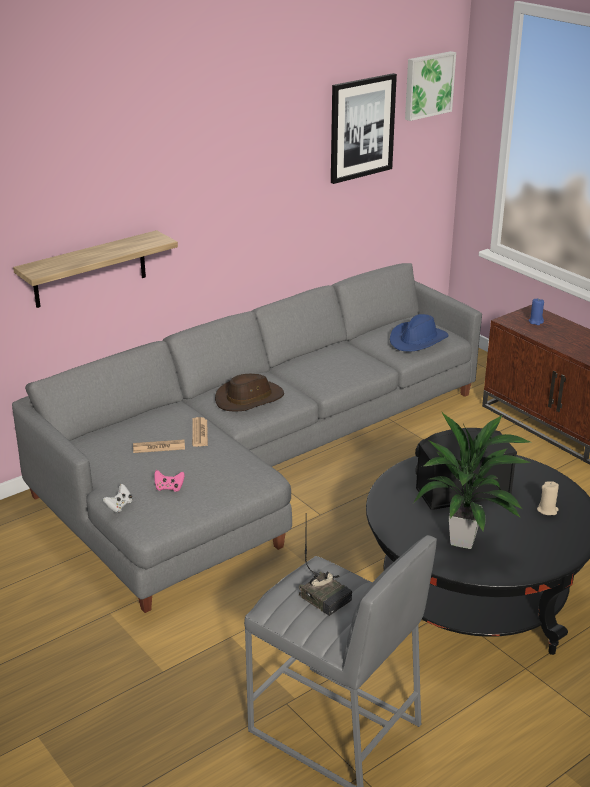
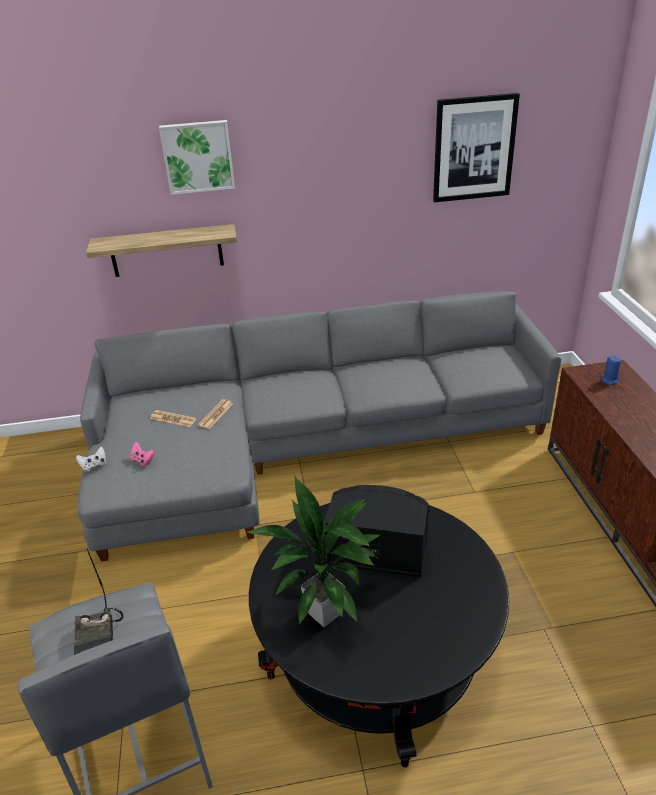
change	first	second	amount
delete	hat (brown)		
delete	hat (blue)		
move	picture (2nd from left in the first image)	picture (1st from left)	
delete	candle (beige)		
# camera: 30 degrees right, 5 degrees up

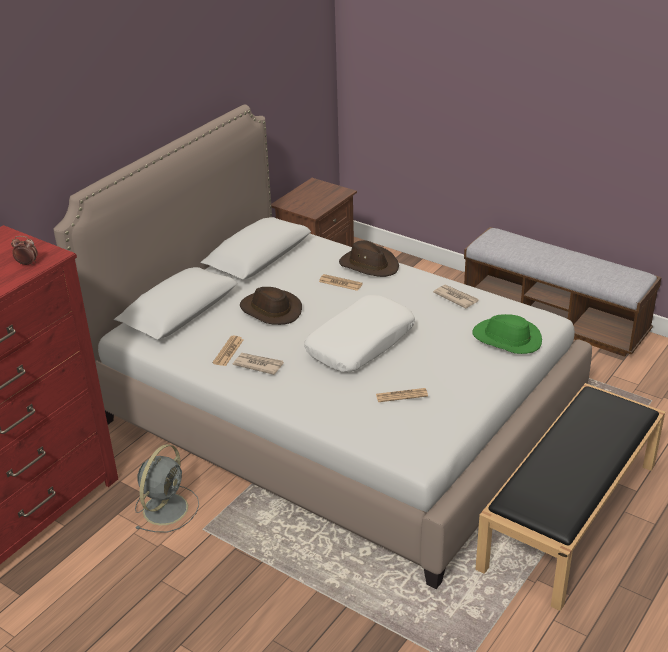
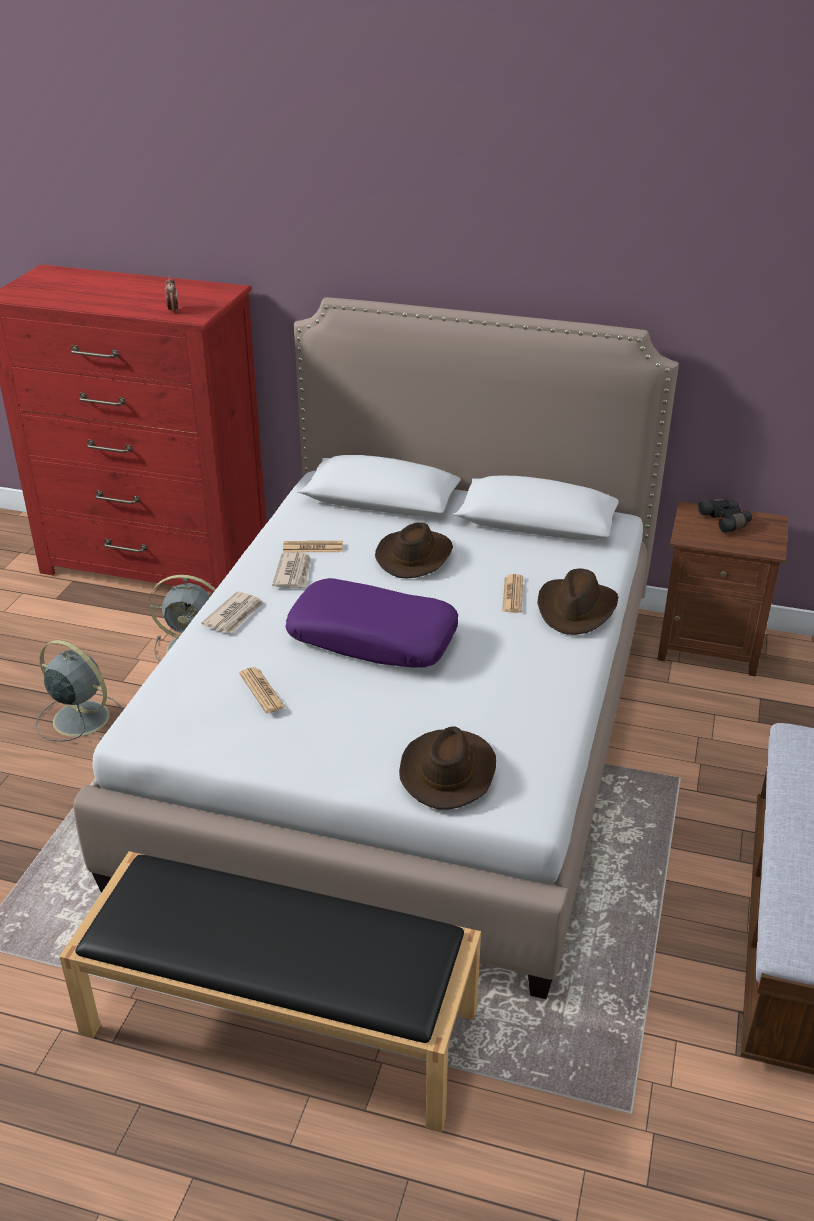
change	first	second	amount
recolor	pillow (white)	pillow (purple)	
move	newspaper (5th from left in the first image)	newspaper (1st from left)	
recolor	hat (green)	hat (brown) (2nd from left)	
insert		fan (grey) (1st from left)	
insert		binoculars (black)	
# camera: 70 degrees right, 0 degrees up

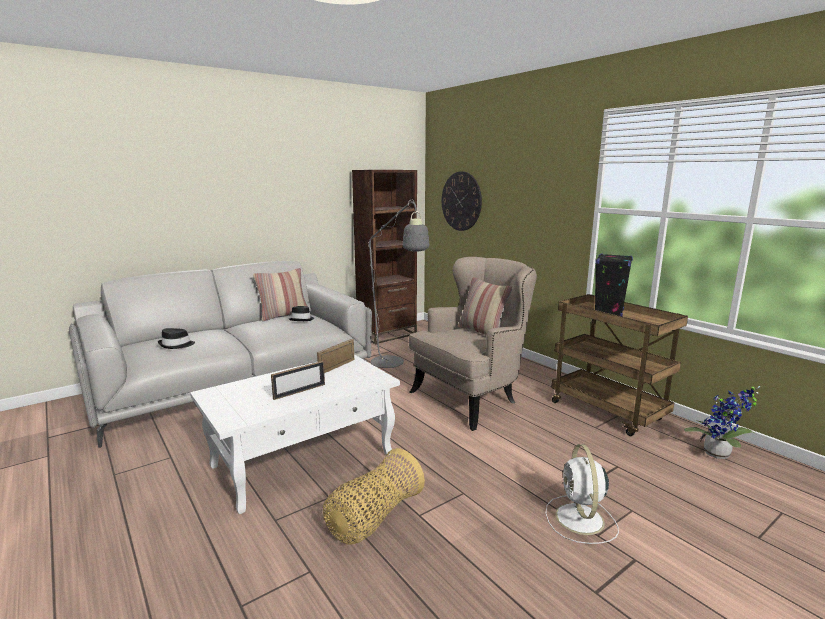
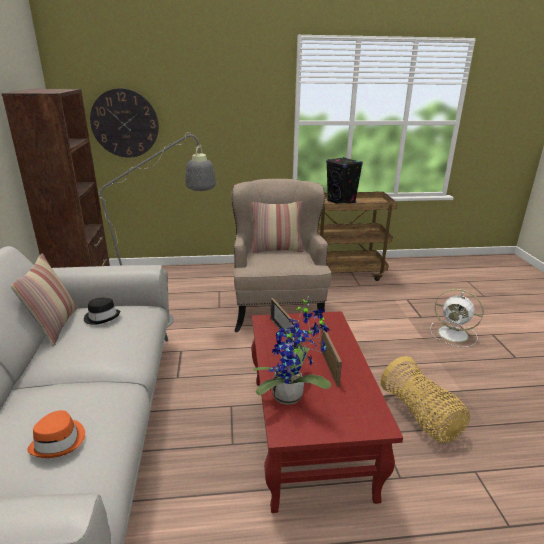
change	first	second	amount
recolor	hat (black) (1st from left)	hat (orange)	
recolor	coffee table (white)	coffee table (red)	
move	potted plant		
# camera: 60 degrees left, 10 degrees up

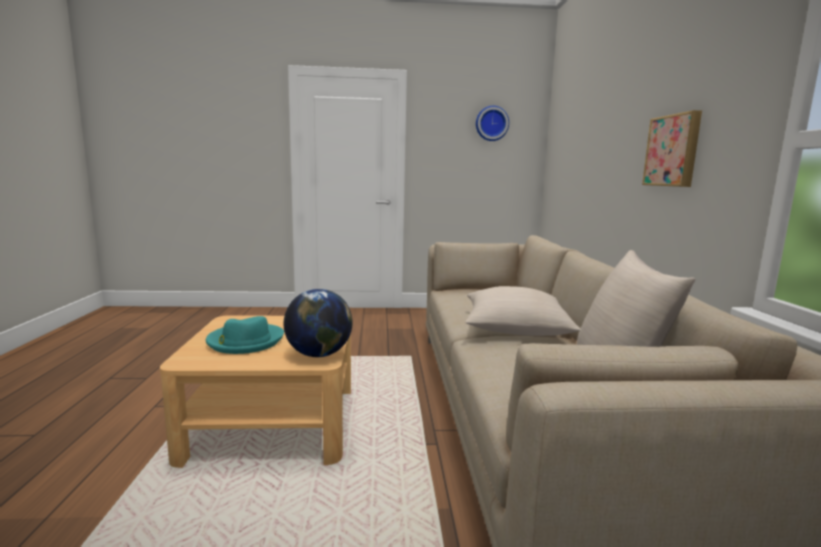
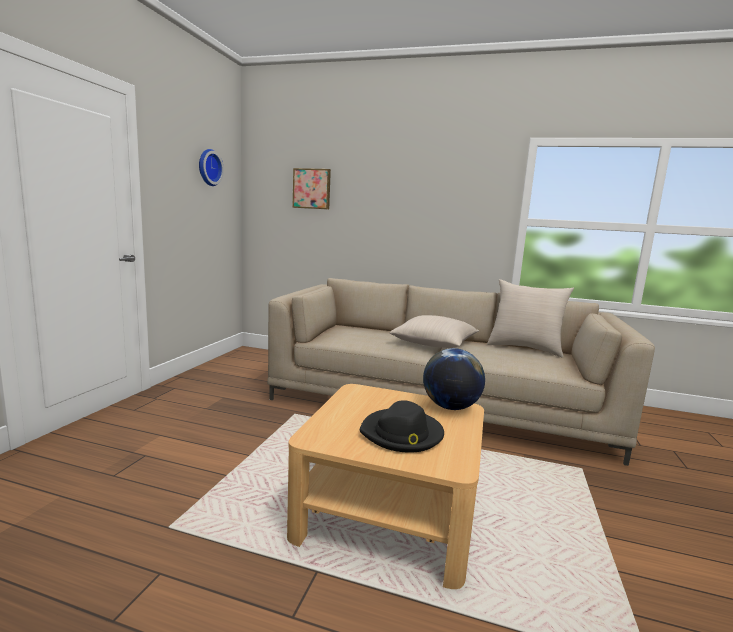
change	first	second	amount
recolor	hat (turquoise)	hat (black)	
move	picture		
# camera: 70 degrees left, 0 degrees up

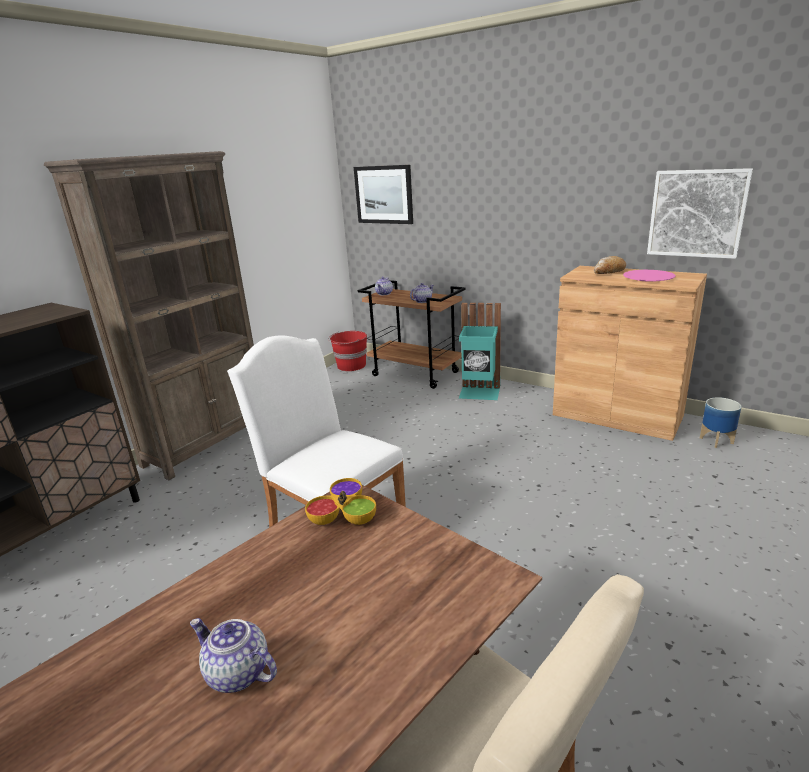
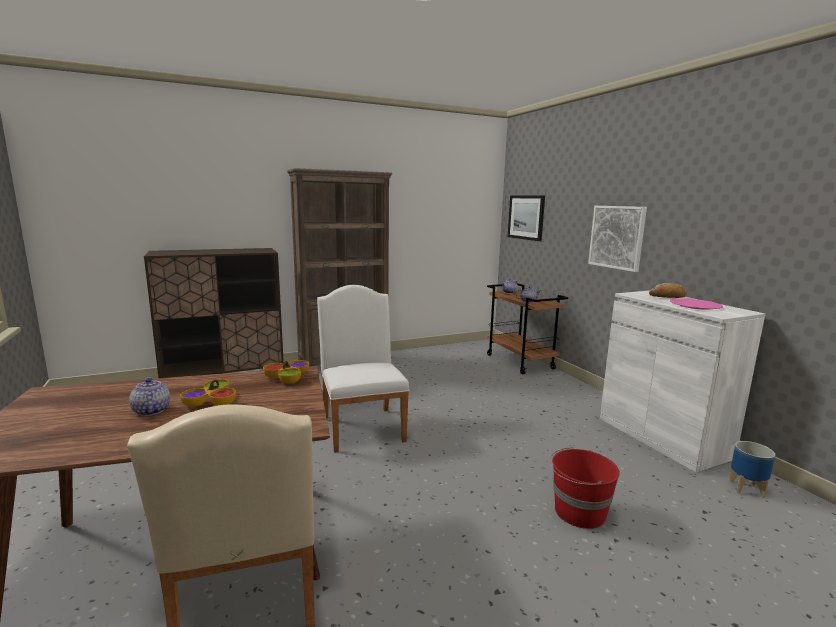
change	first	second	amount
move	bucket (red)		
delete	trash can (turquoise)		
recolor	cabinet (brown) (2nd from left)	cabinet (white)	
move	picture (2nd from left)		
insert		bowl (1st from left)	
# camera: 30 degrees right, 10 degrees down

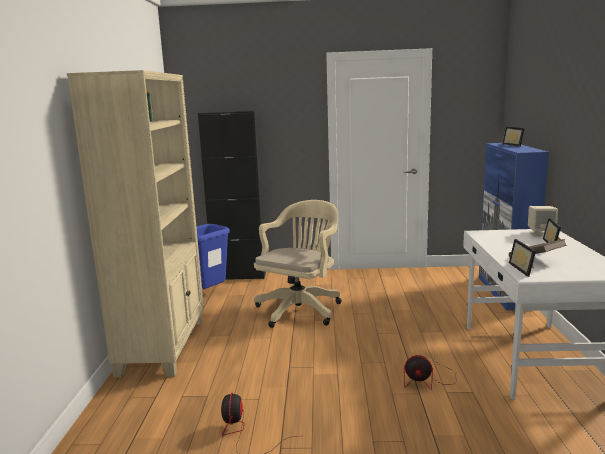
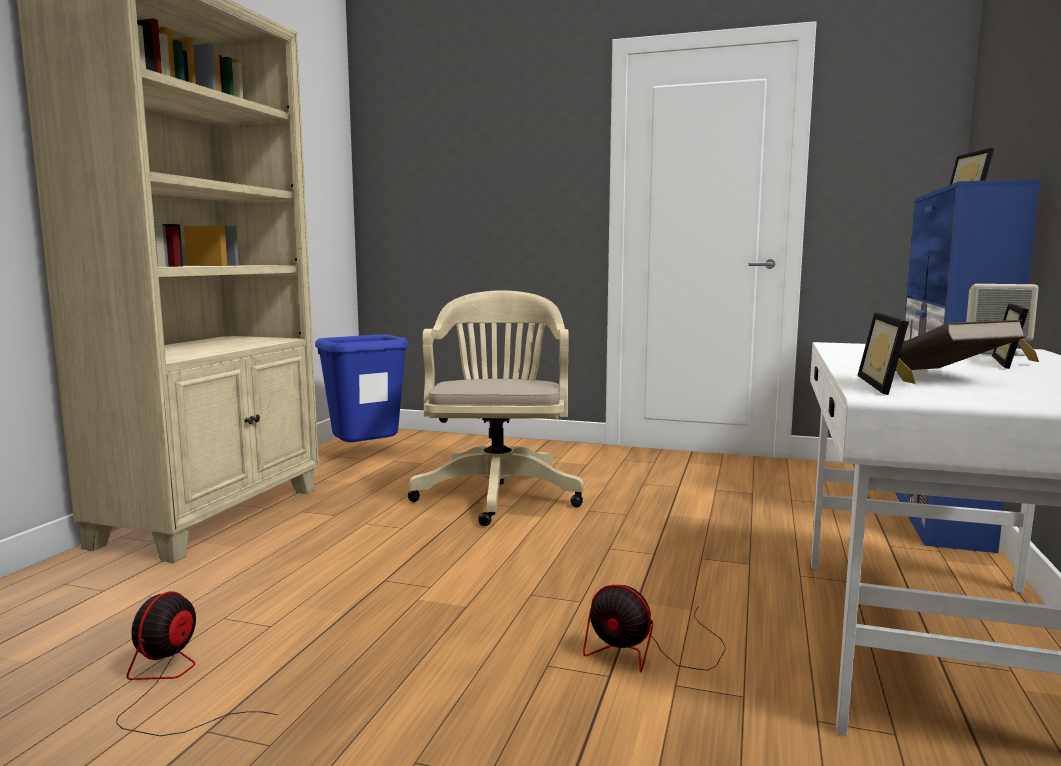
change	first	second	amount
delete	cabinet (black)		
rotate	office chair (beige)		45 degrees counterclockwise
# camera: 15 degrees right, 5 degrees down

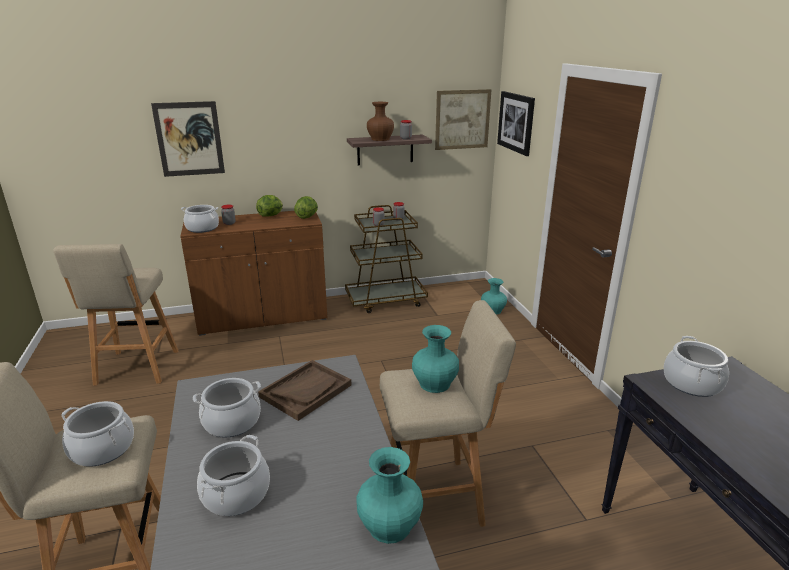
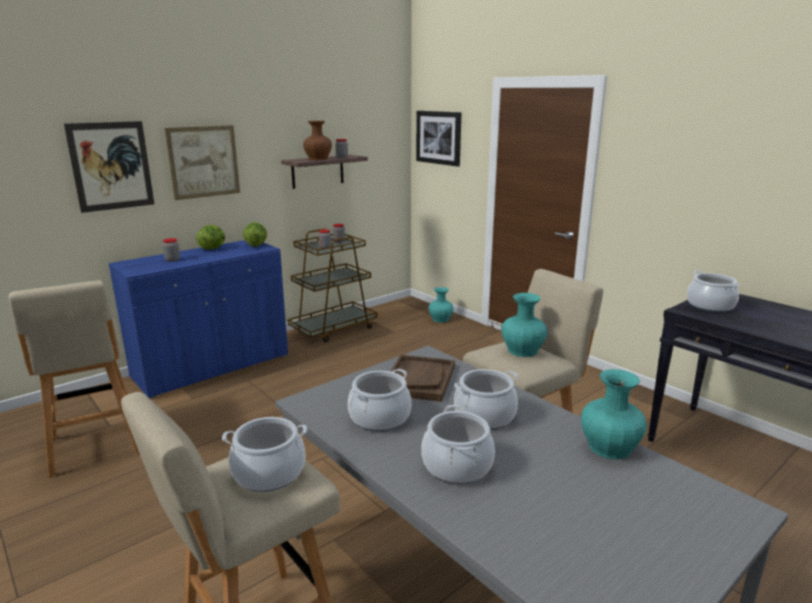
change	first	second	amount
recolor	cabinet (brown)	cabinet (blue)	
move	cooking pot (2nd from left in the first image)	cooking pot (4th from left)	
move	picture (2nd from left)		
# camera: 25 degrees left, 5 degrees down

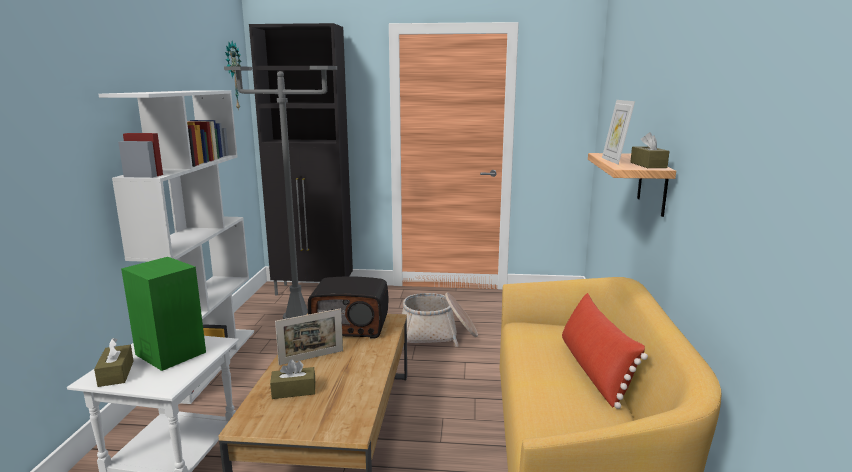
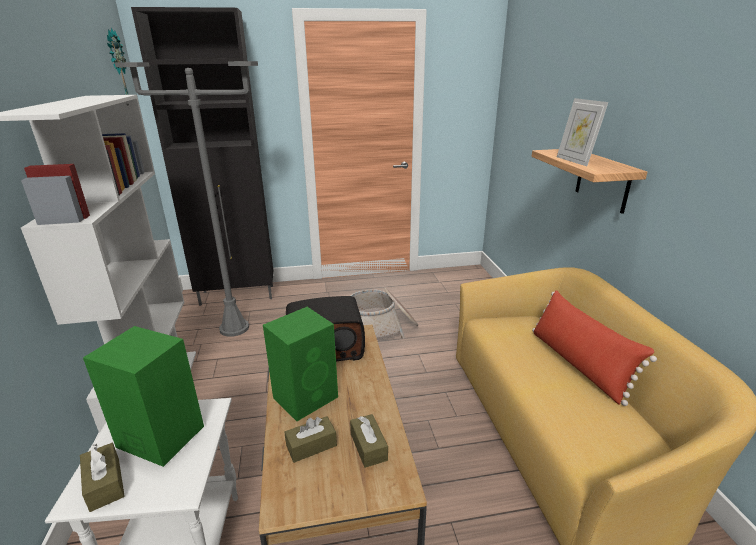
change	first	second	amount
replace	picture frame (1st from left)	speaker (green) (2nd from left)	
move	tissue box (brown) (3rd from left)		
# camera: 15 degrees left, 10 degrees up

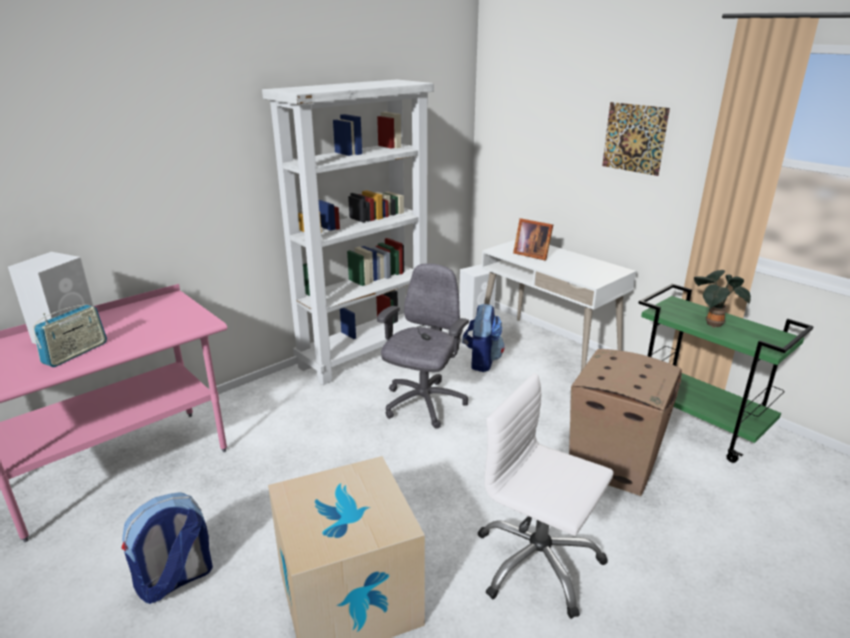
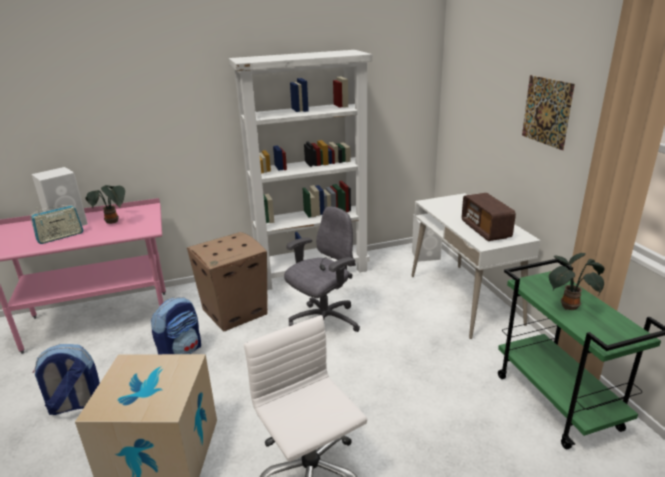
change	first	second	amount
move	backpack (2nd from left)		
delete	picture frame		
move	cardboard box (2nd from left)		
insert		potted plant (1st from left)	
insert		radio (2nd from left)	
# camera: 25 degrees right, 0 degrees up

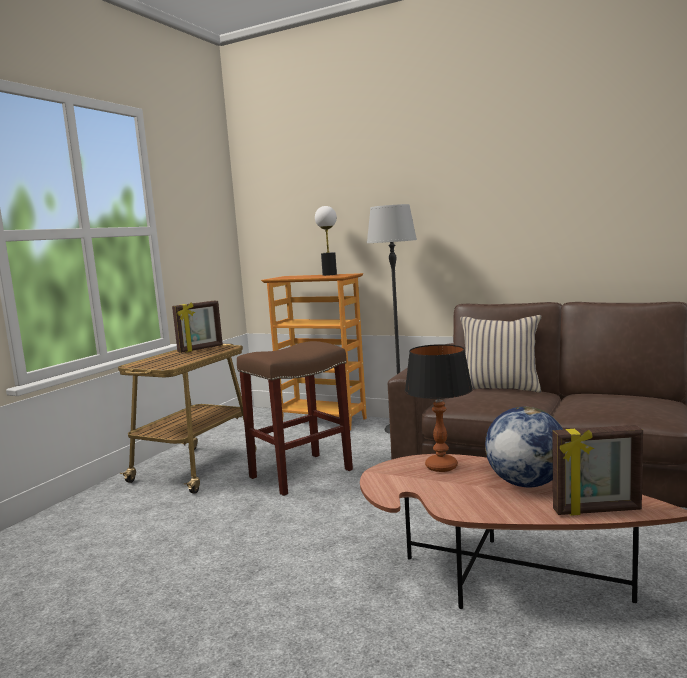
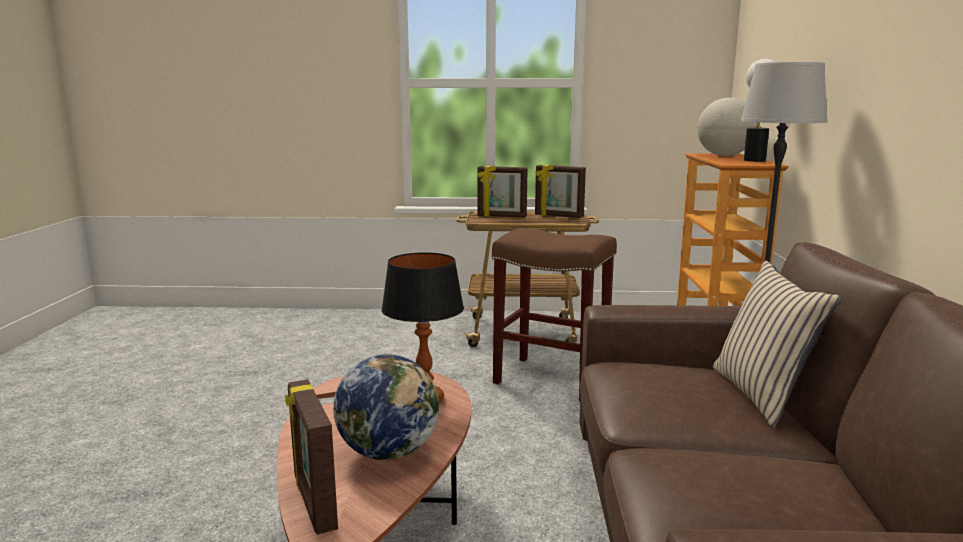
change	first	second	amount
insert		picture frame (2nd from left)	
insert		globe (2nd from left)	
# camera: 65 degrees right, 5 degrees up

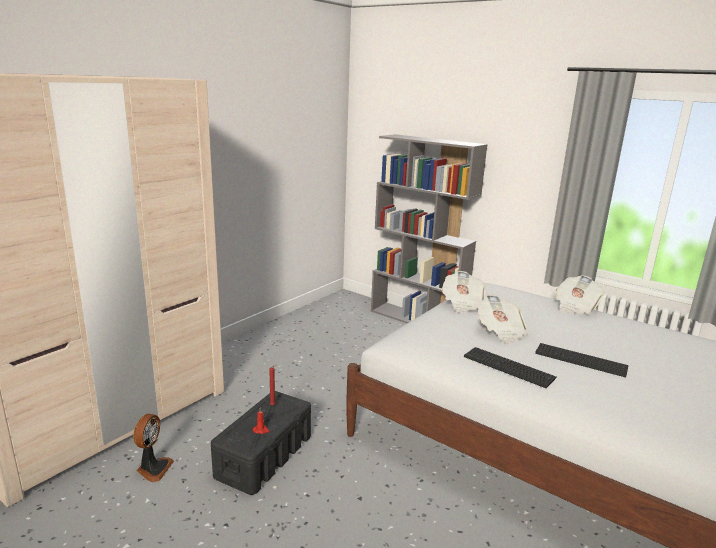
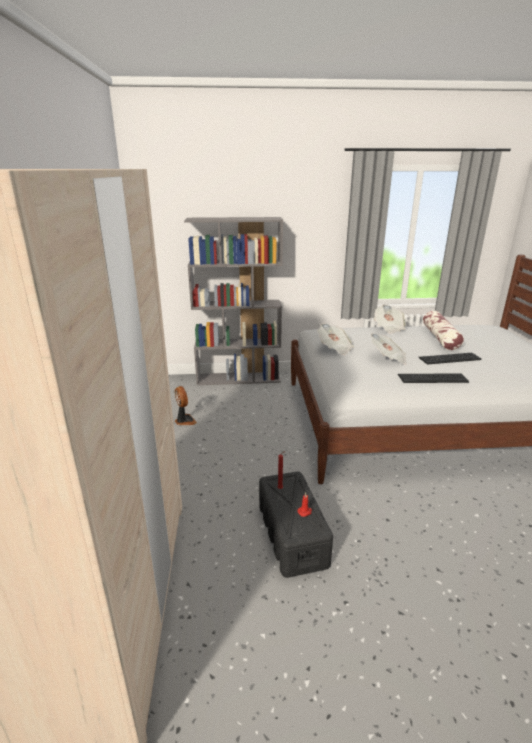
change	first	second	amount
move	fan		
insert		pillow	
# camera: 40 degrees left, 5 degrees up

